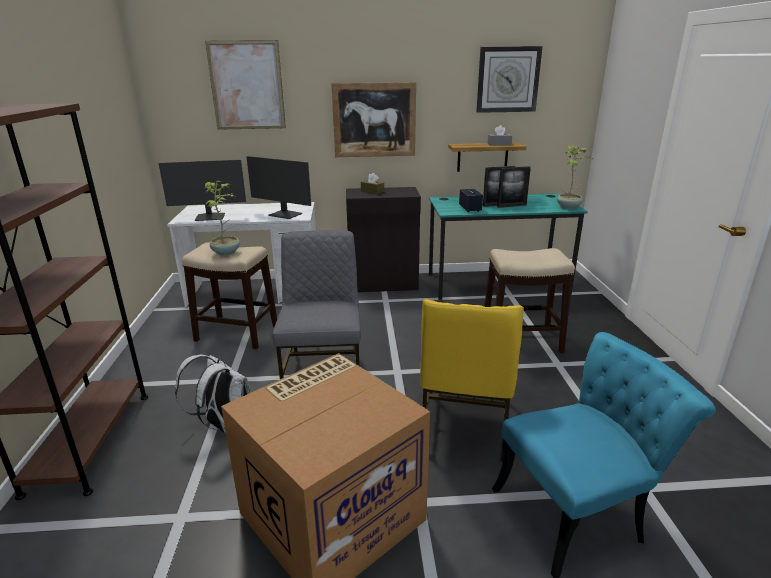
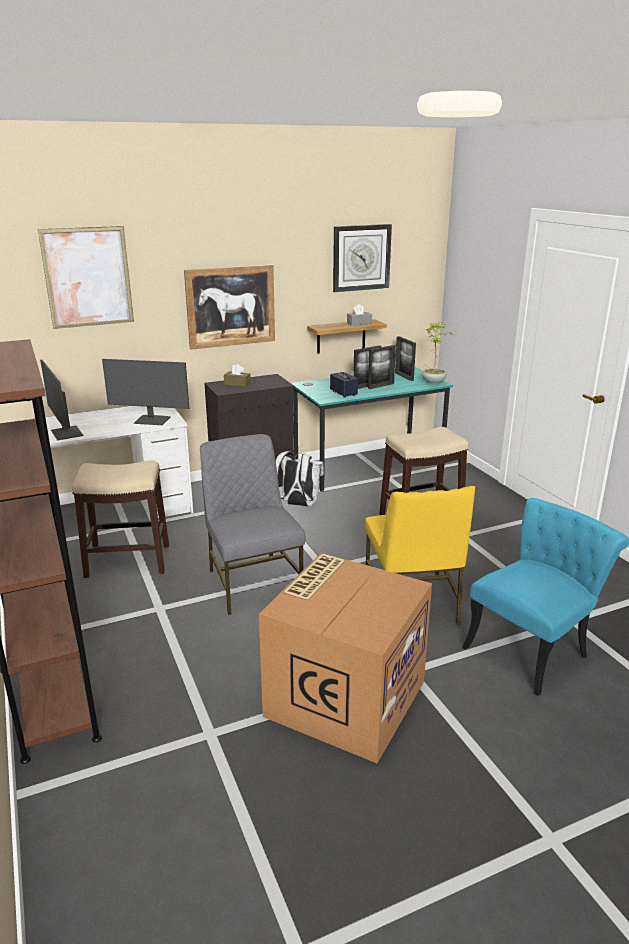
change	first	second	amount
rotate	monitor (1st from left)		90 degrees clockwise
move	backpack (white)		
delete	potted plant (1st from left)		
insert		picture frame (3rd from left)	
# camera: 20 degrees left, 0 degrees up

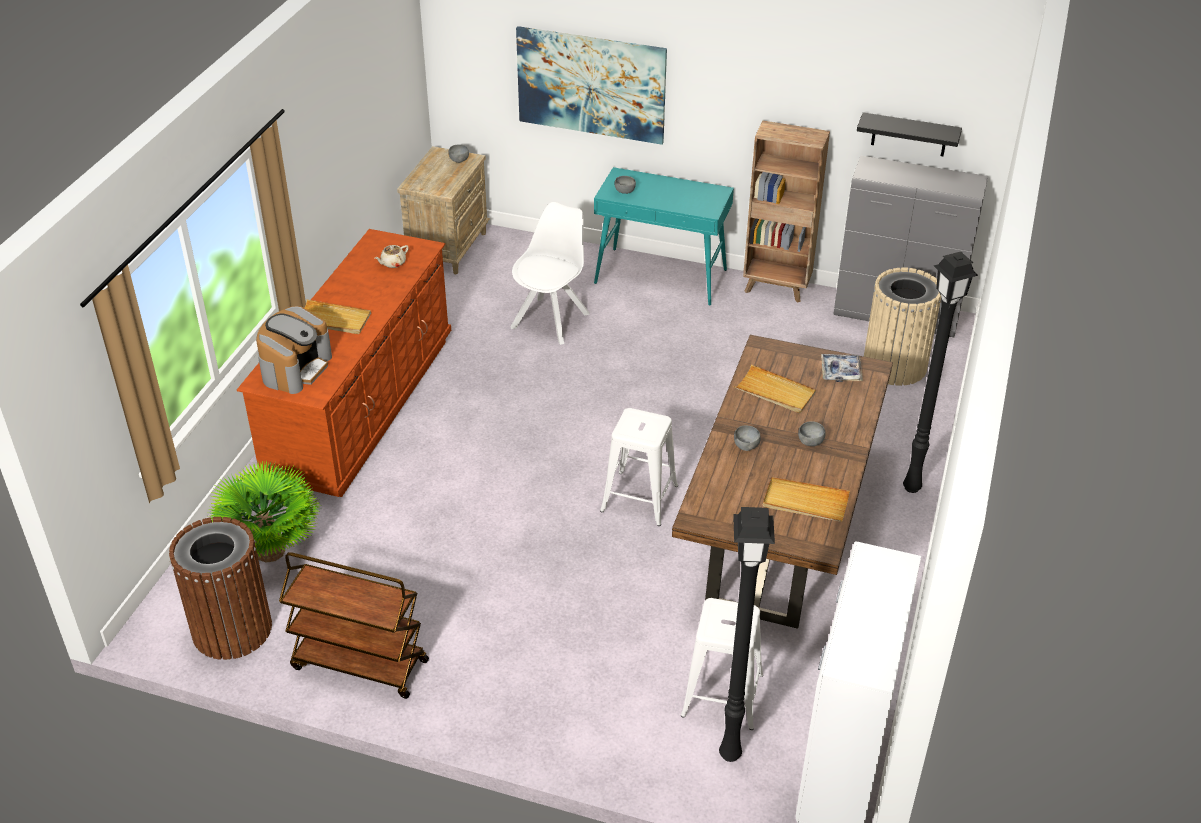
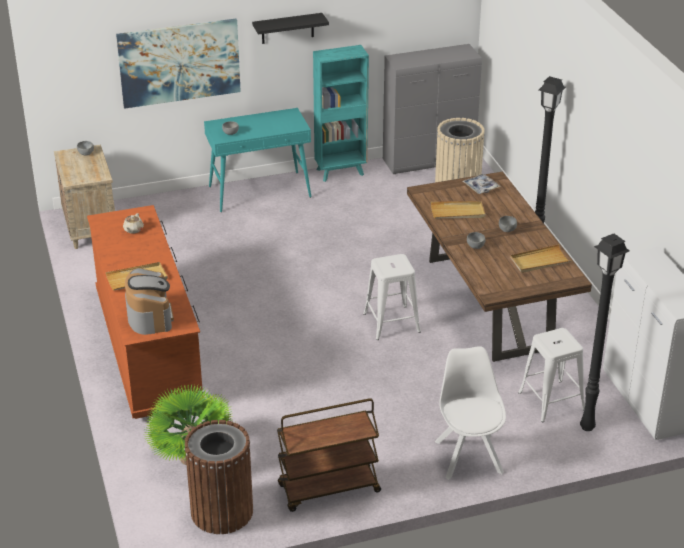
change	first	second	amount
move	chair (white)		
recolor	bookcase (brown)	bookcase (turquoise)	
move	shelf (black)		
# camera: 35 degrees left, 5 degrees down

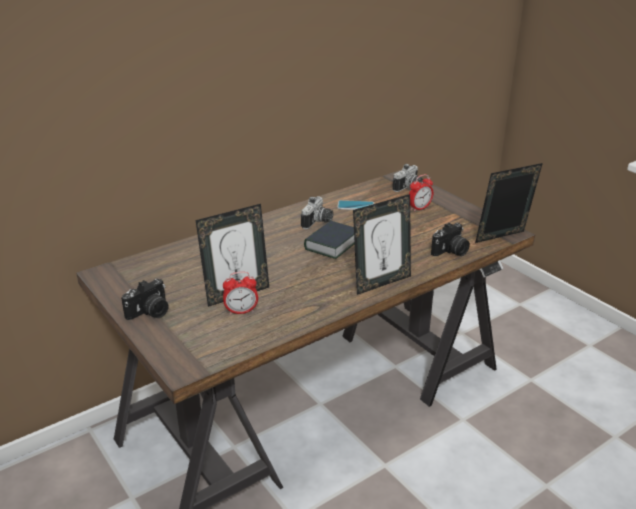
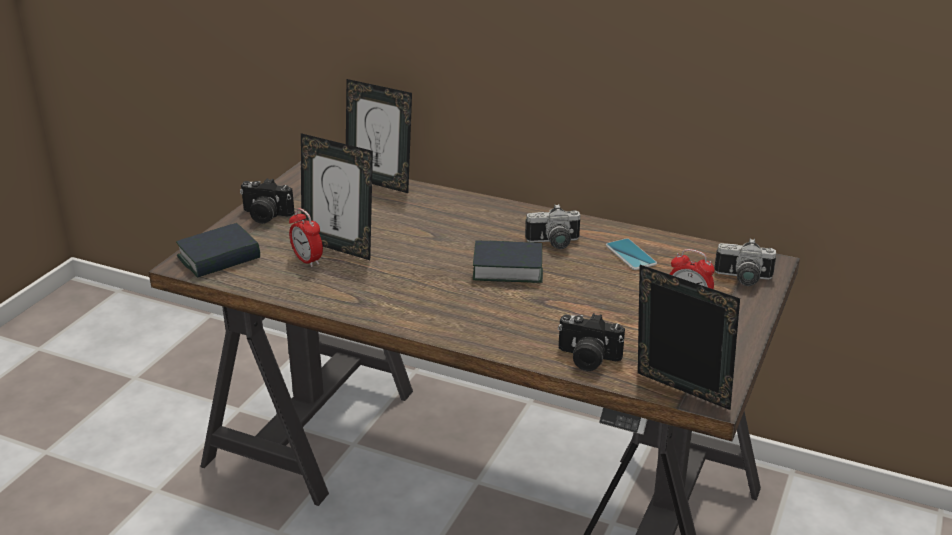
change	first	second	amount
move	picture frame (2nd from left)		
insert		book (1st from left)	
# camera: 60 degrees right, 0 degrees up

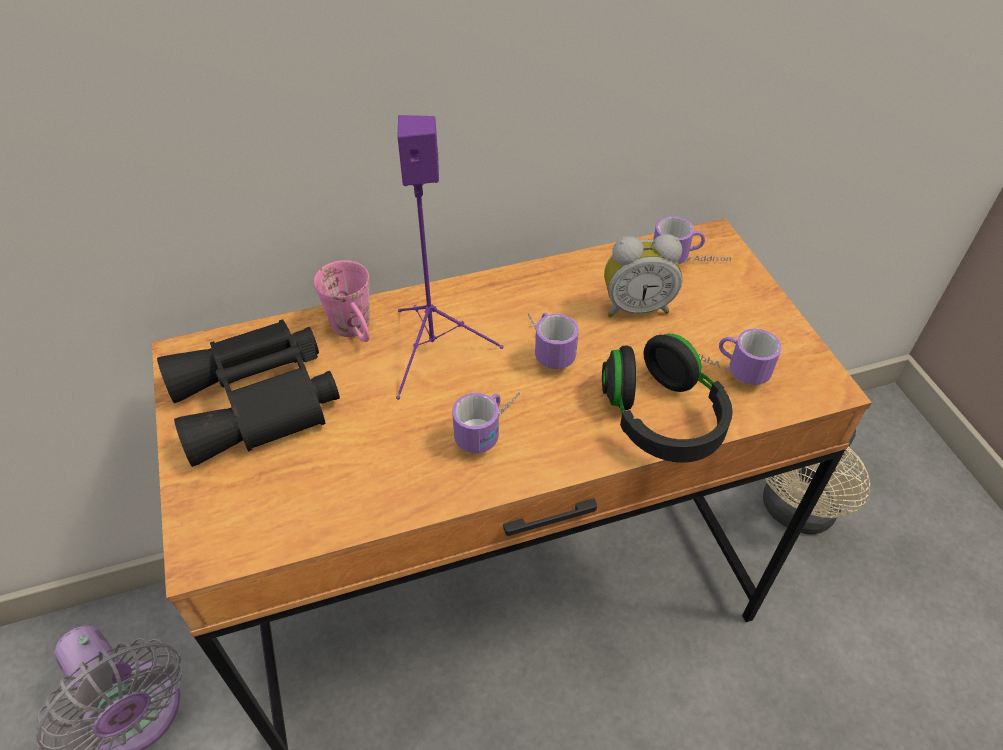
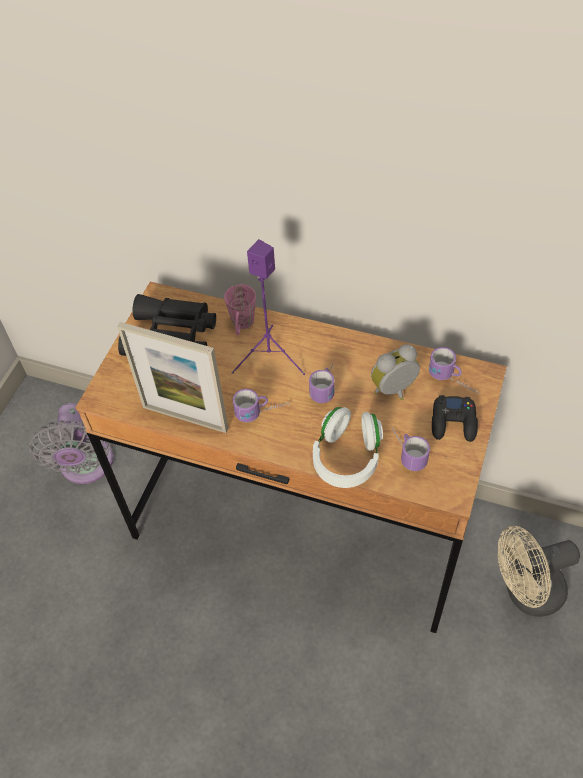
change	first	second	amount
recolor	headphones (black)	headphones (white)	
rotate	alarm clock		120 degrees clockwise
insert		picture frame	
insert		game controller (black)	
# camera: 40 degrees right, 5 degrees up

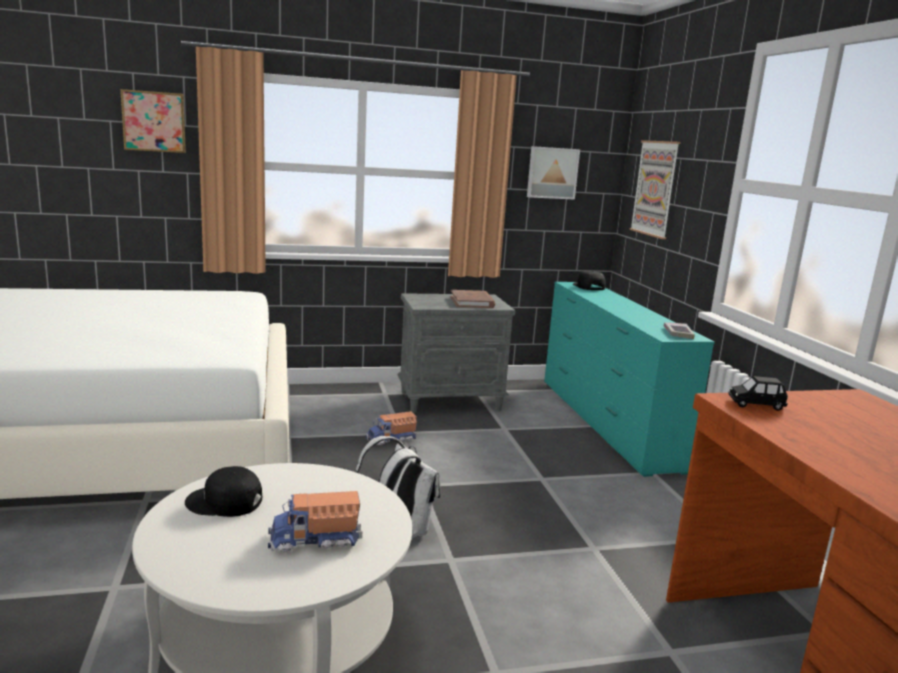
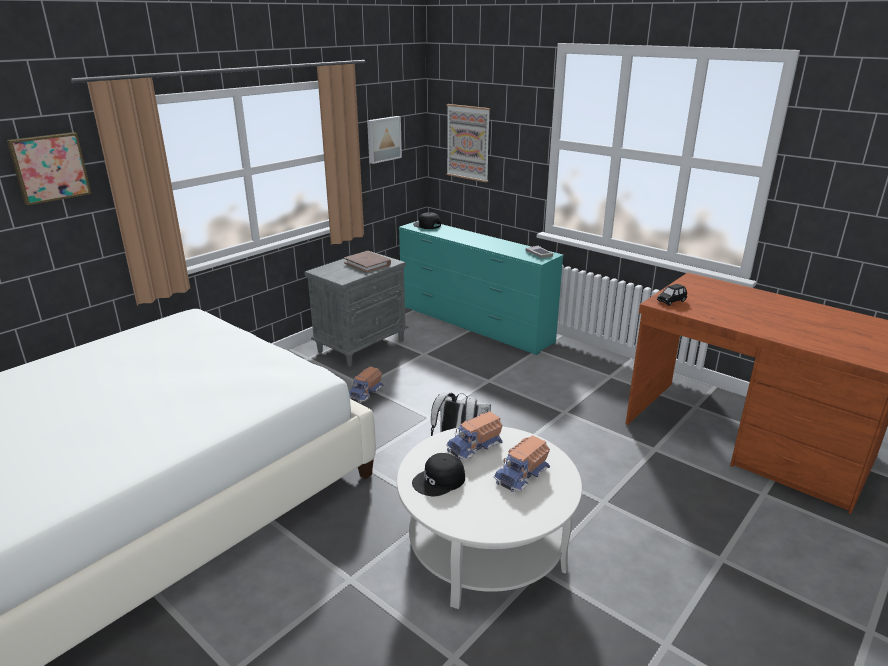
change	first	second	amount
insert		toy truck (2nd from left)	
# camera: 35 degrees left, 10 degrees up

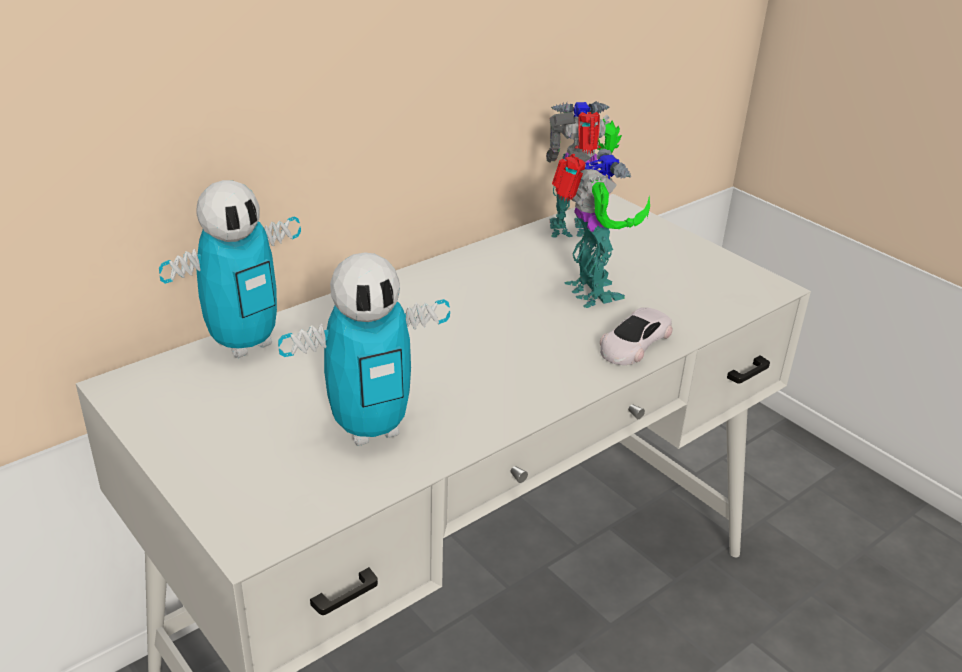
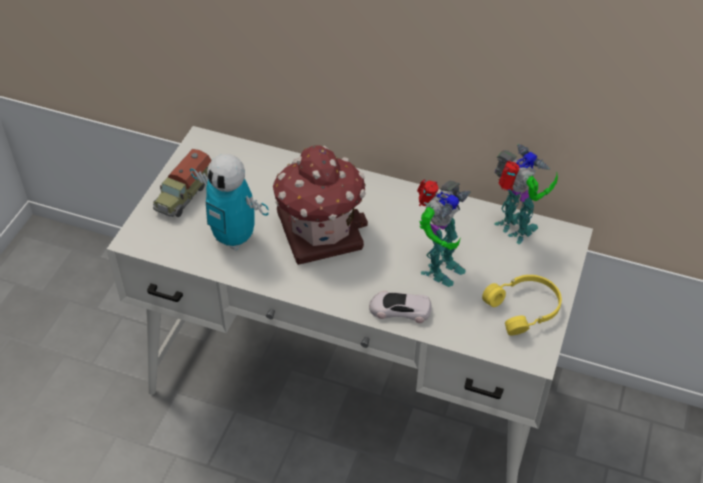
change	first	second	amount
delete	toy robot (1st from left)		
insert		toy truck	
insert		toy house	
insert		headphones (yellow)	
# camera: 60 degrees right, 15 degrees up

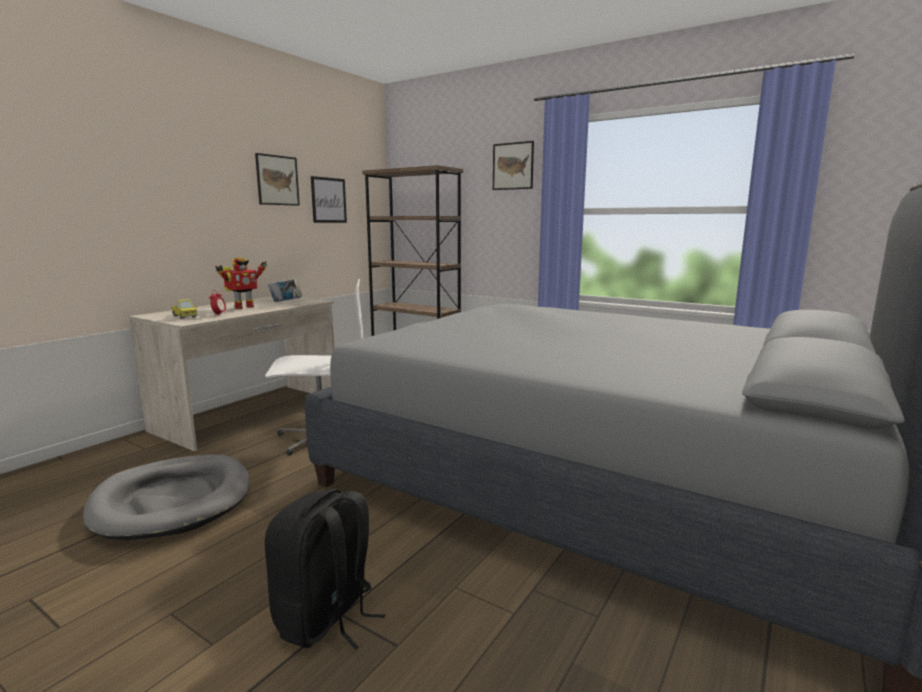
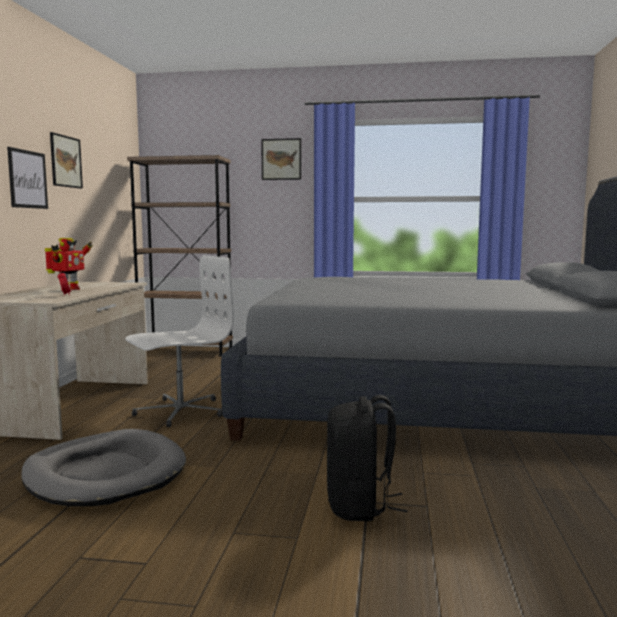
change	first	second	amount
delete	toy truck		
delete	book		
move	picture (2nd from left in the first image)	picture (1st from left)	
# camera: 25 degrees left, 5 degrees down

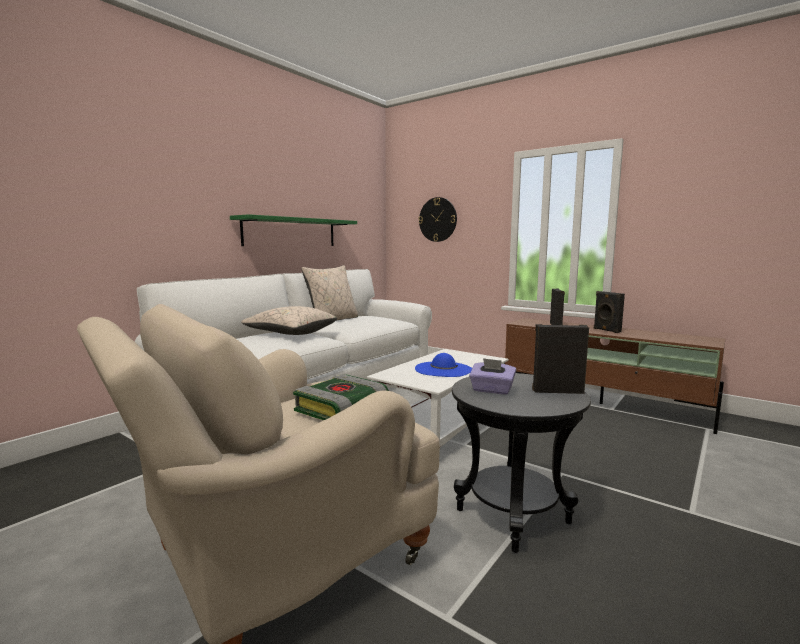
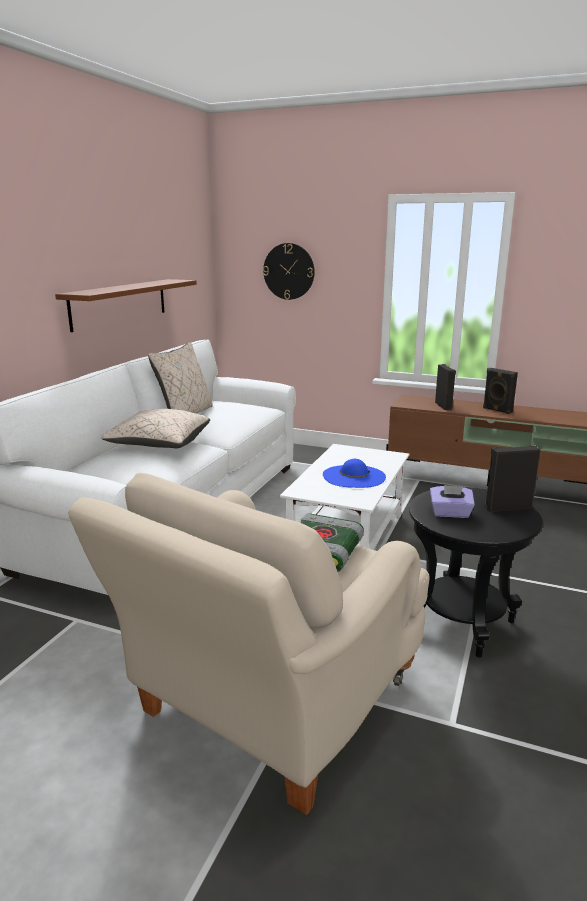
change	first	second	amount
recolor	shelf (green)	shelf (brown)	
# camera: 15 degrees left, 10 degrees up

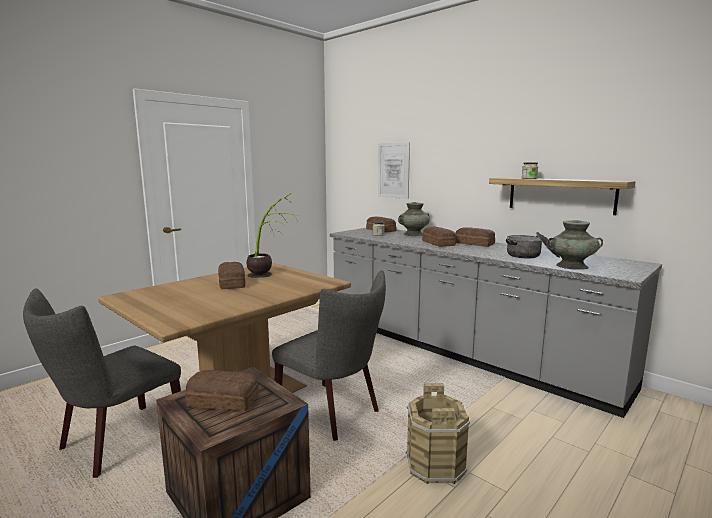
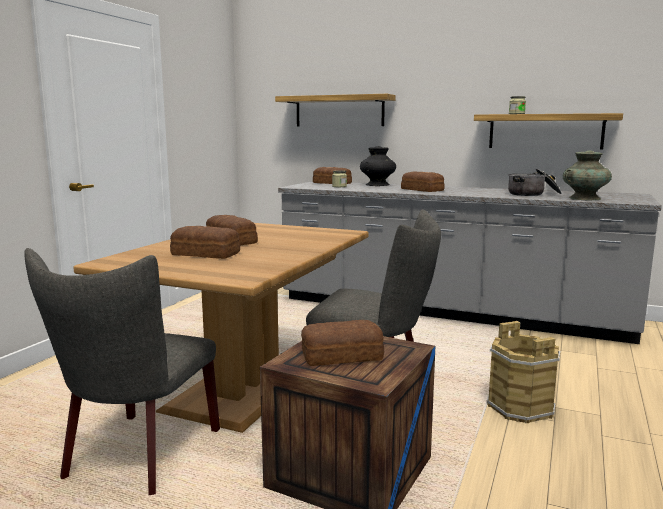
change	first	second	amount
delete	potted plant		
replace	picture	shelf (1st from left)	
recolor	vase (turquoise) (1st from left)	vase (black)	
move	bread (5th from left in the first image)	bread (1st from left)	
# camera: 20 degrees left, 0 degrees up

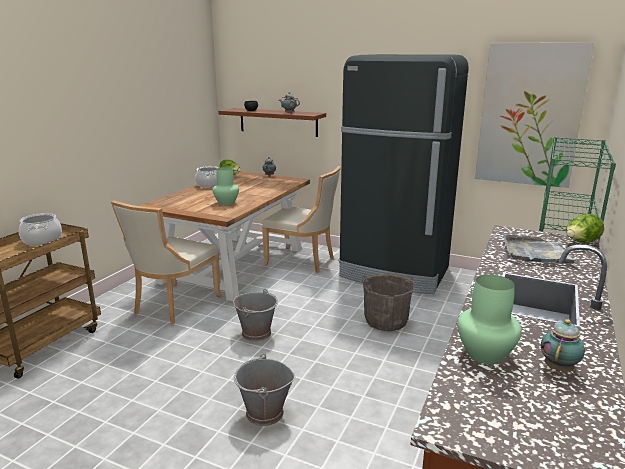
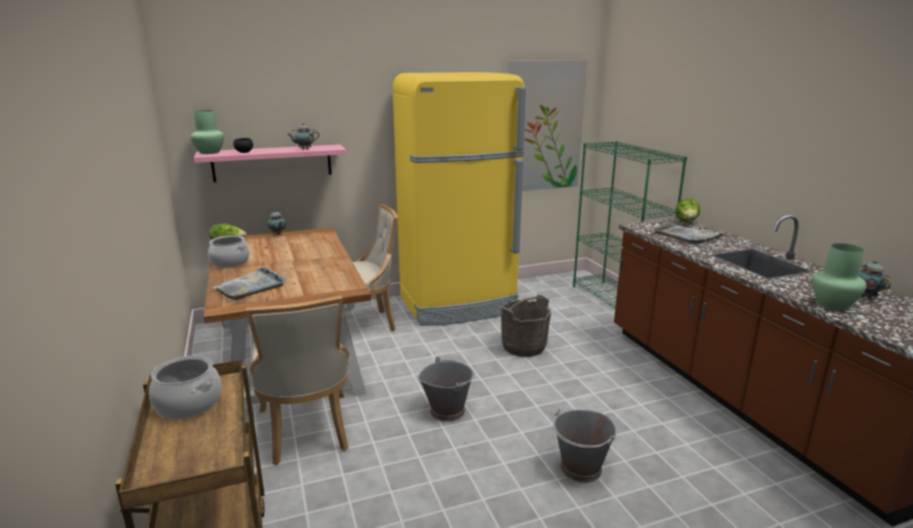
change	first	second	amount
move	vase (green) (1st from left)		
recolor	shelf (brown)	shelf (pink)	
recolor	fridge (black)	fridge (yellow)	
insert		tray (grey) (1st from left)	
# camera: 45 degrees left, 0 degrees up

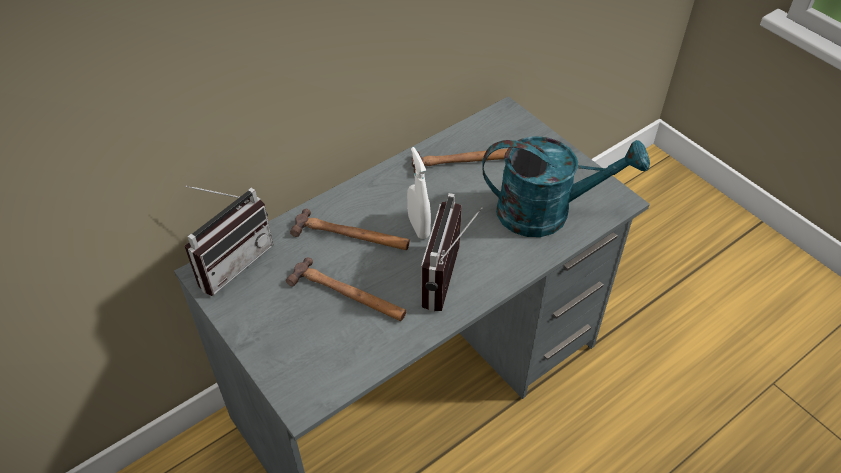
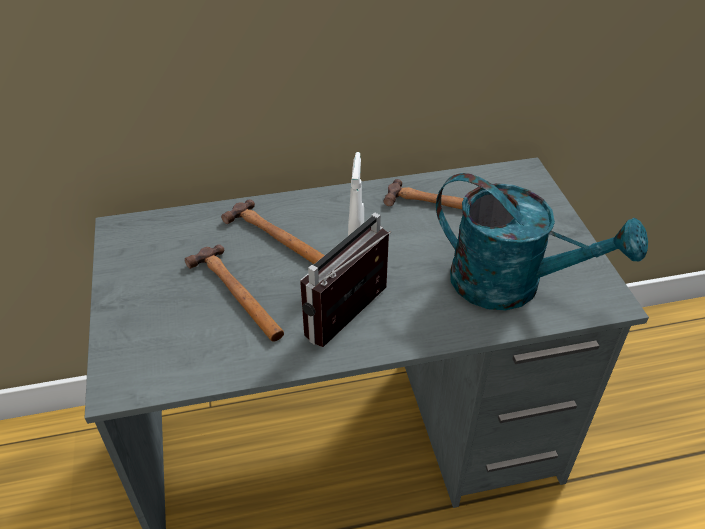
change	first	second	amount
delete	radio (1st from left)		
# camera: 25 degrees right, 5 degrees down

